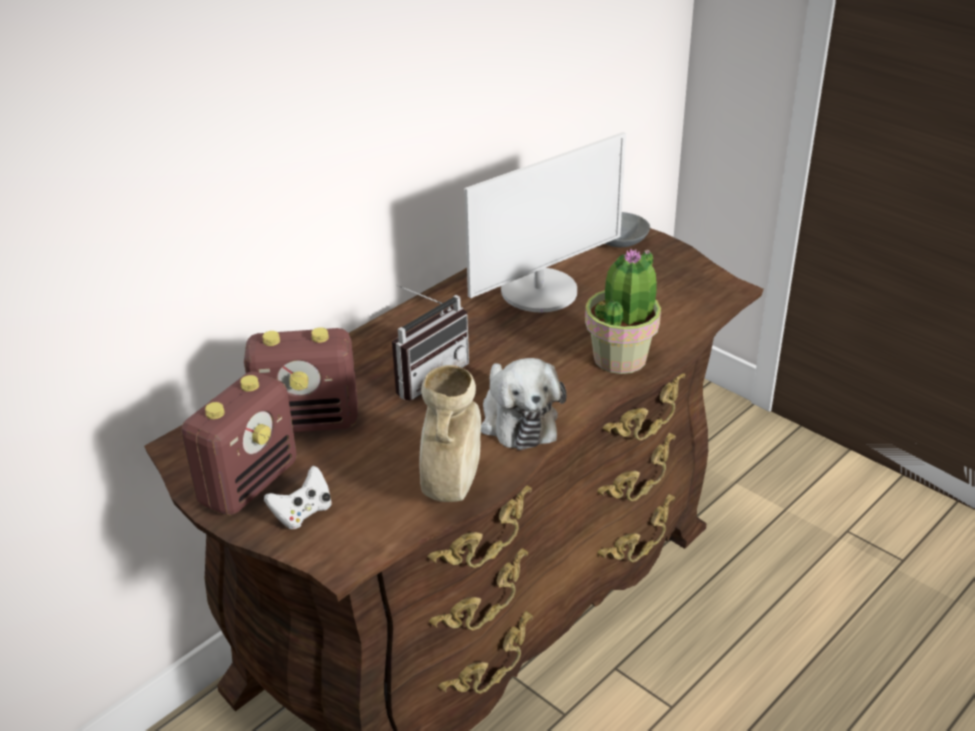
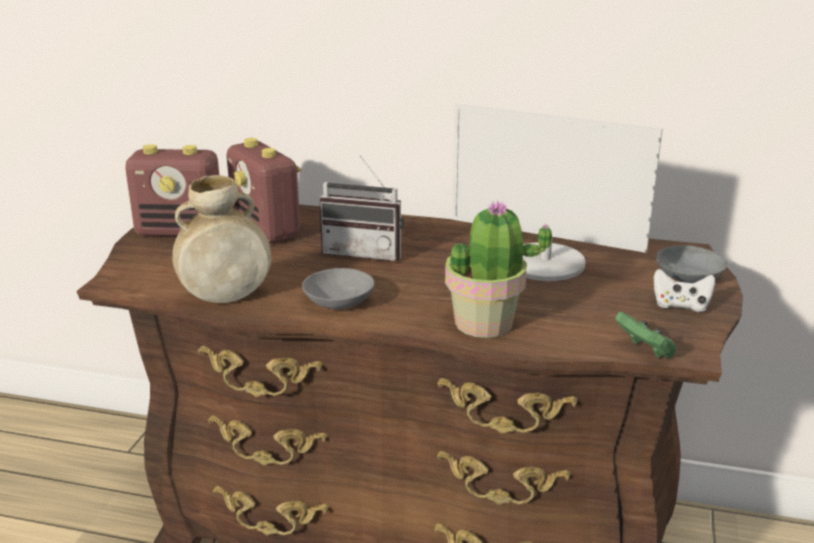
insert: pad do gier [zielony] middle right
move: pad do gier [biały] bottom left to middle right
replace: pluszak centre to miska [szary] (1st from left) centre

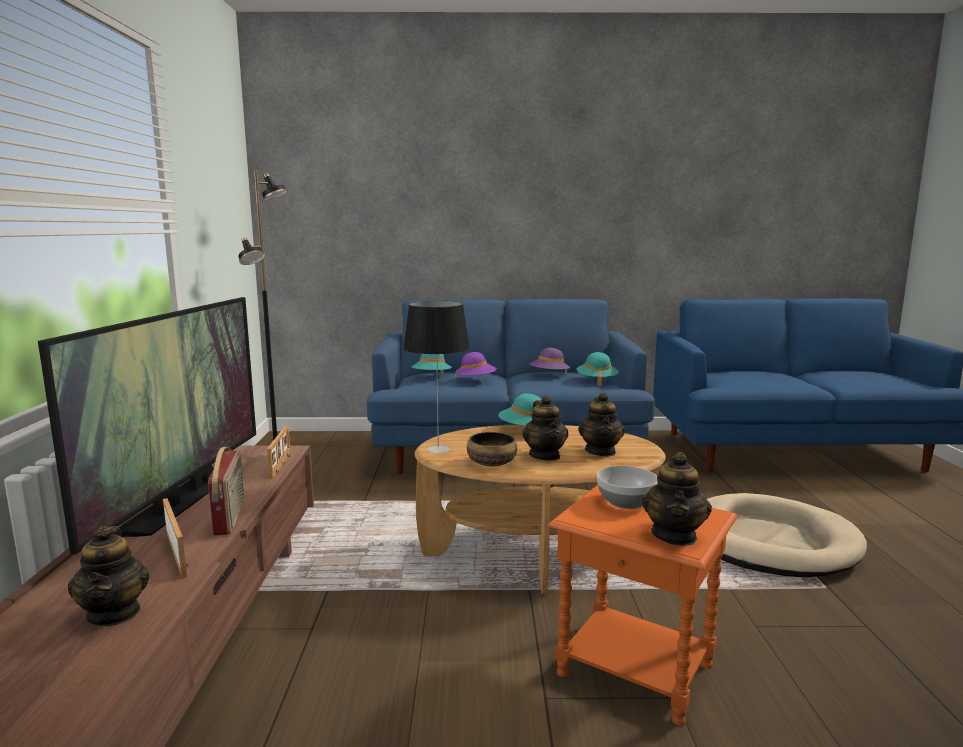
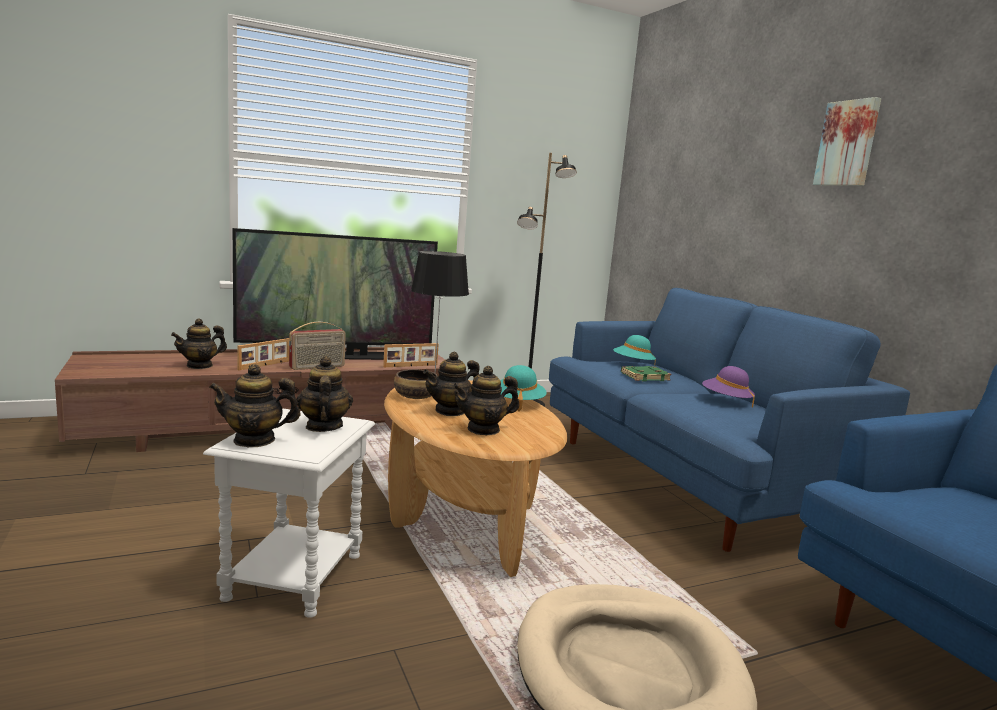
delete: kapelusz [turkusowy] (3rd from left) centre
insert: obraz top right
replace: kapelusz [fioletowy] (1st from left) centre to książka [zielony] centre; miska (2nd from left) centre to imbryk (3rd from left) middle left
recolor: stolik [pomarańczowy] bottom right to stolik [biały] bottom left

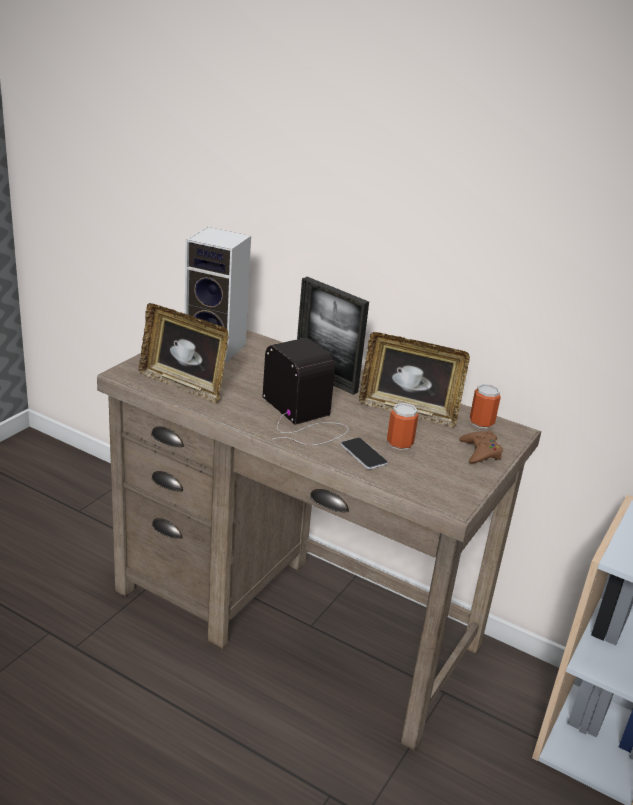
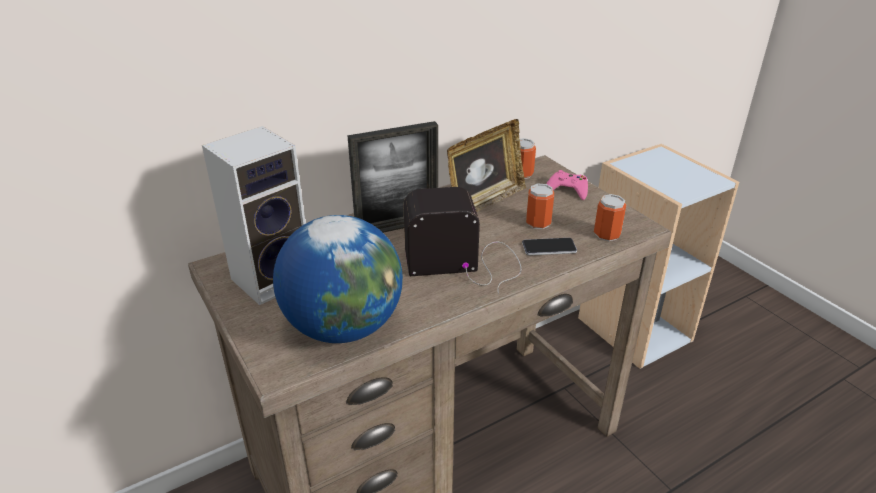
insert: puszka (3rd from left) middle right
replace: ramka na zdjęcie (1st from left) middle left to globus centre
recolor: pad do gier [brązowy] middle right to pad do gier [różowy] centre

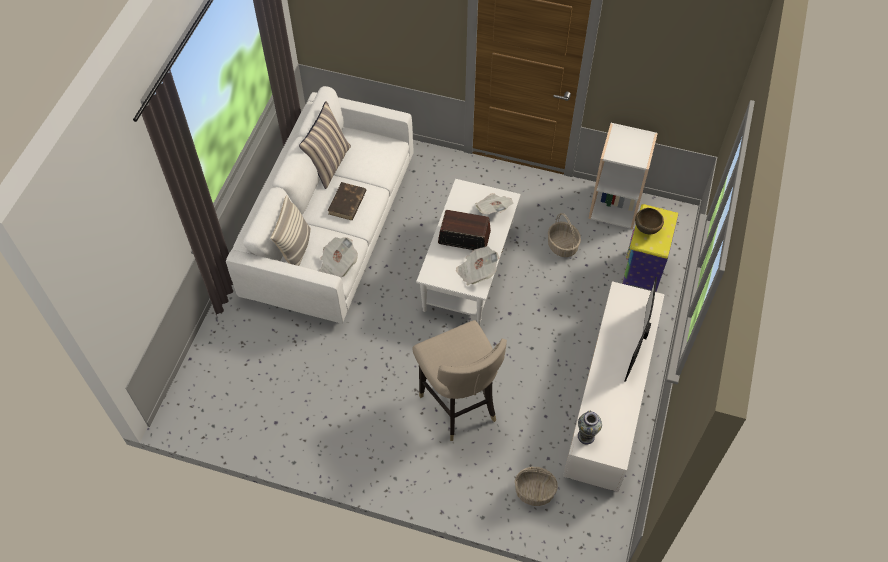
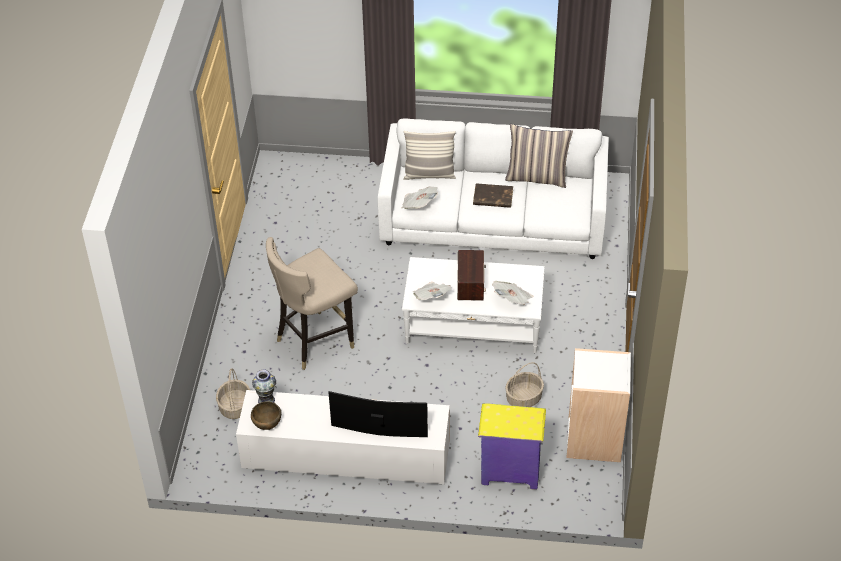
move: miska [brązowy] middle right to bottom left

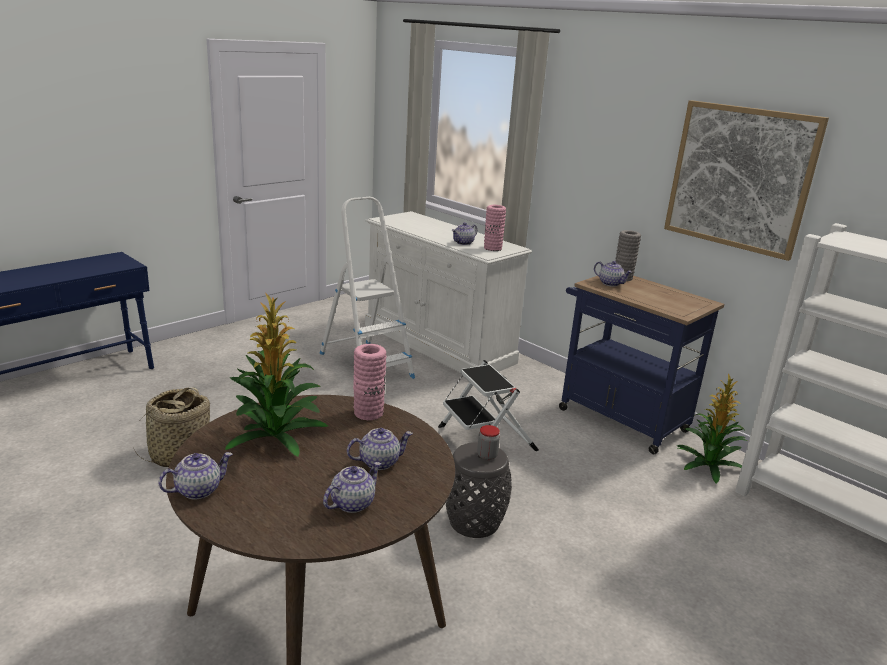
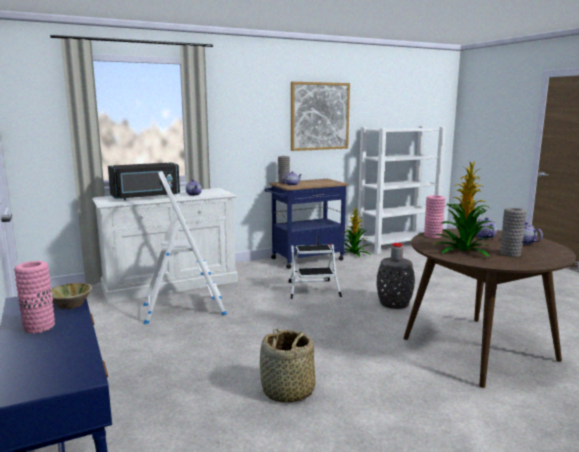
delete: imbryk (1st from left) bottom left
insert: miska [beżowy] middle left; mikrofalówka [czarny] middle left; wazon [szary] (2nd from left) middle right
move: wazon [różowy] (2nd from left in the first image) centre to wazon [różowy] (1st from left) middle left

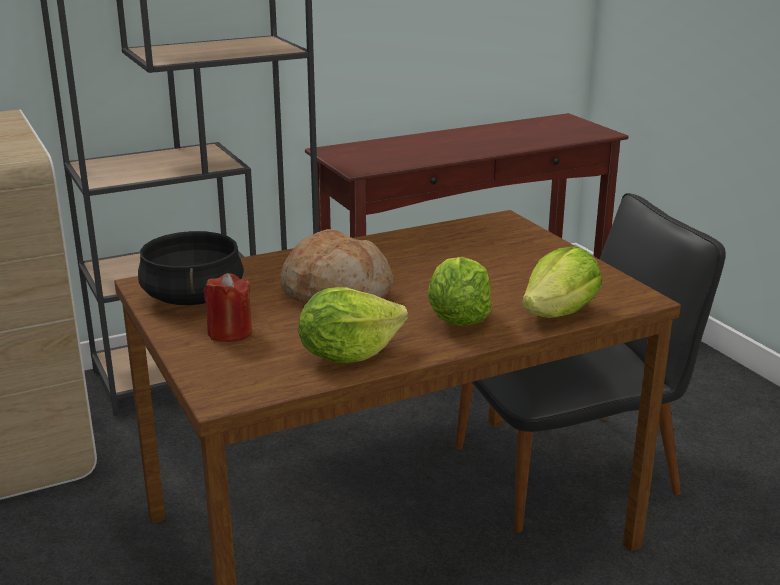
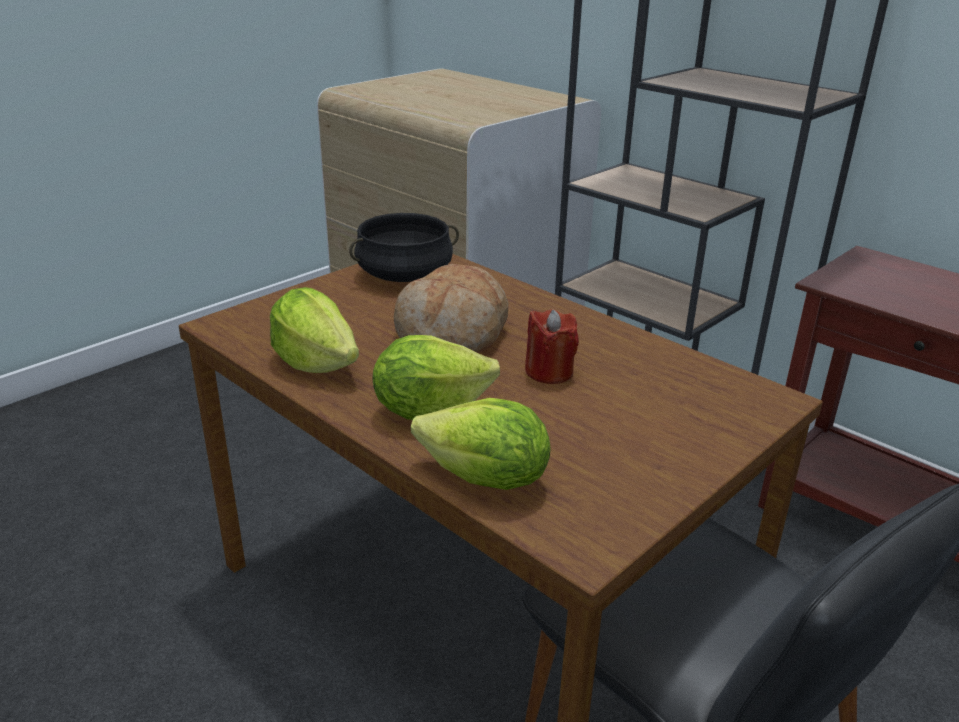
move: świeca [czerwony] middle left to centre

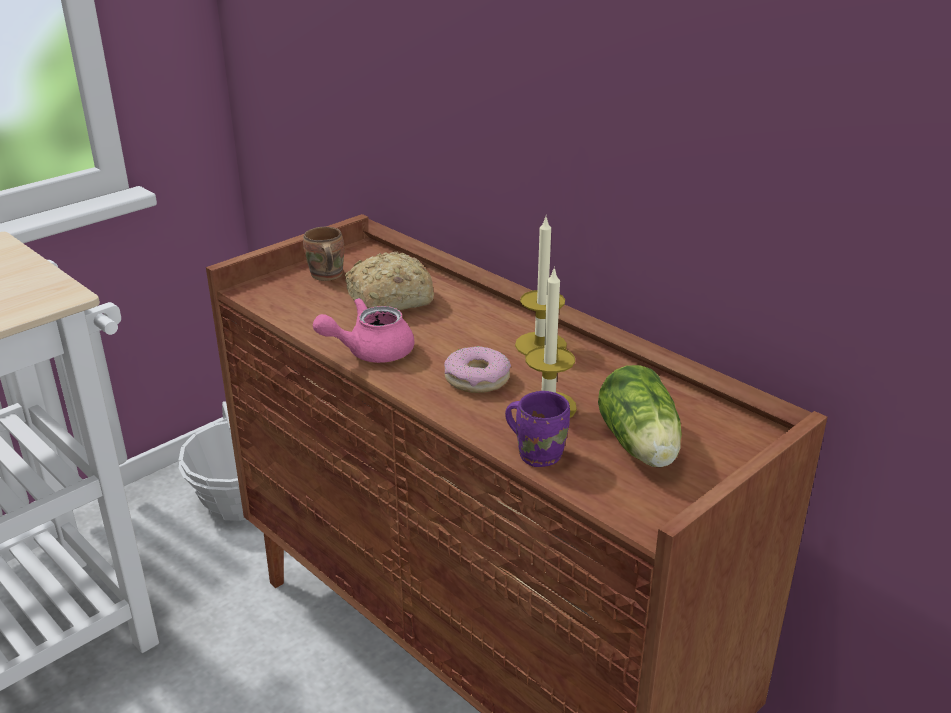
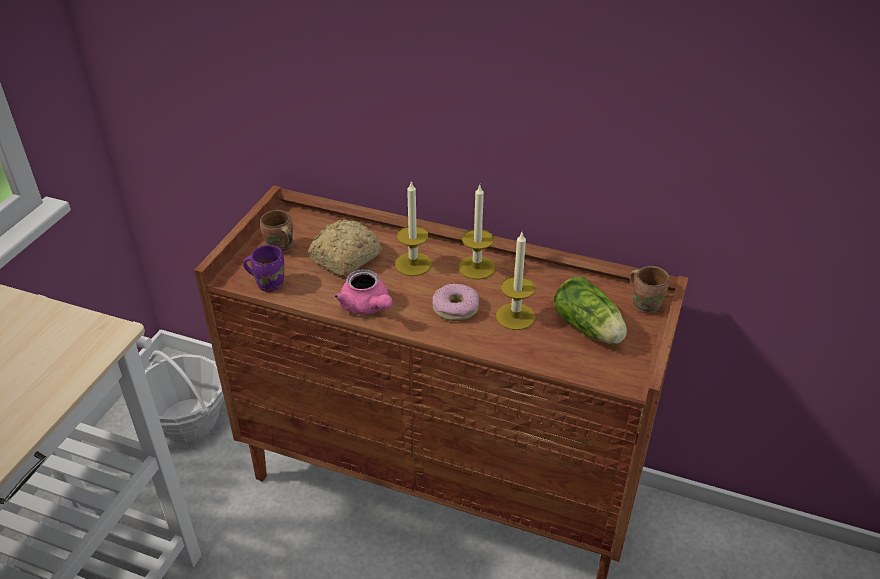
insert: świeca (1st from left) centre; kubek [brązowy] (2nd from left) middle right
move: kubek [fioletowy] centre to middle left
rotate: imbryk [różowy] centre = centre 75 degrees counterclockwise

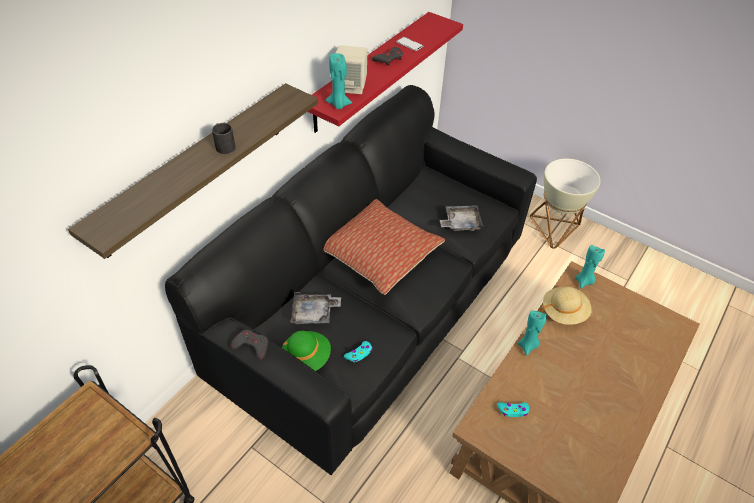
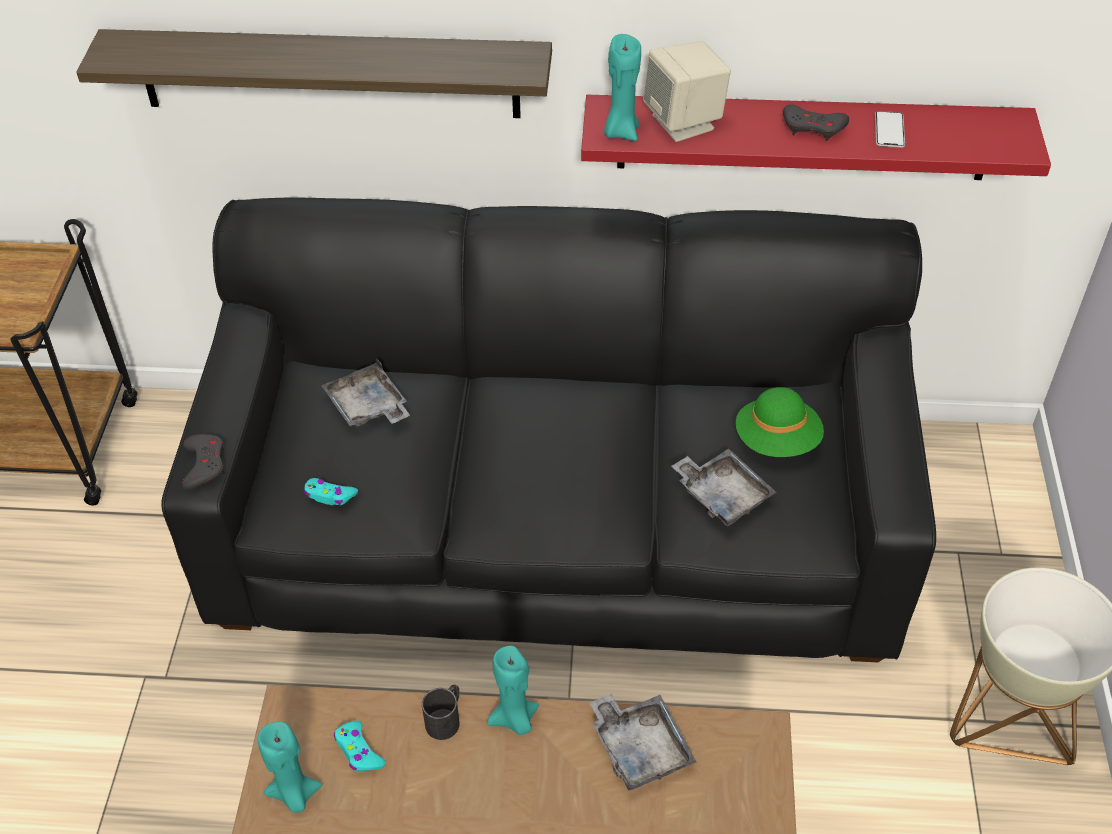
delete: poduszka centre
move: kubek [czarny] top left to bottom centre; pad do gier [szary] (1st from left) bottom left to middle left; kapelusz [zielony] bottom centre to middle right; świeca [turkusowy] (3rd from left in the first image) middle right to świeca [turkusowy] (1st from left) bottom left
replace: kapelusz [beżowy] middle right to taca [szary] (2nd from left) bottom centre

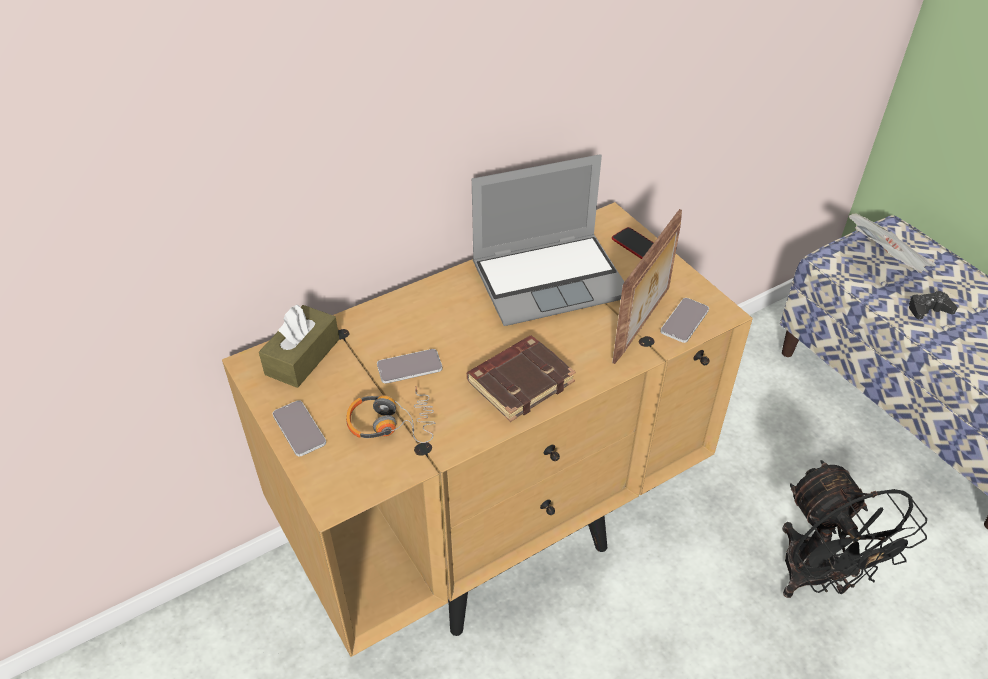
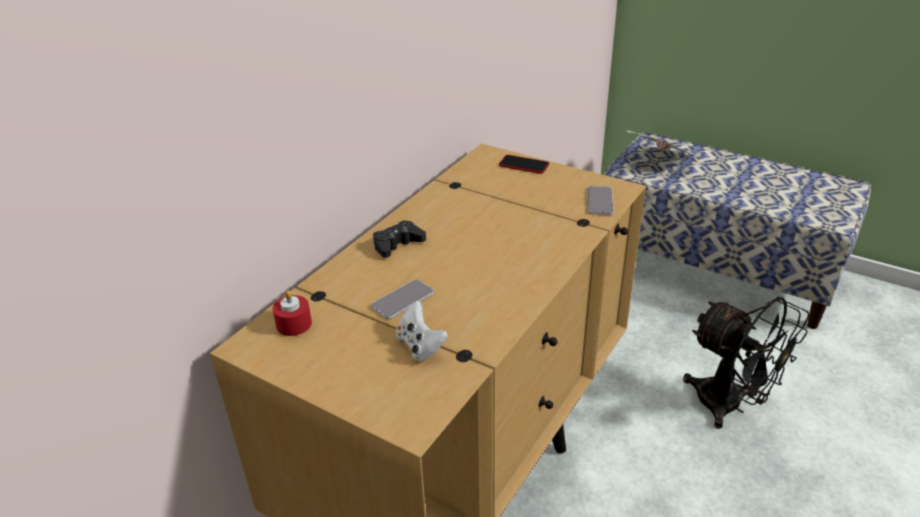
delete: telefon (1st from left) middle left; książka [brązowy] centre; laptop centre; ramka na zdjęcie centre
move: pad do gier [czarny] middle right to centre
replace: pudełko chusteczek [brązowy] middle left to świeca [czerwony] middle left; słuchawki centre to pad do gier [biały] centre

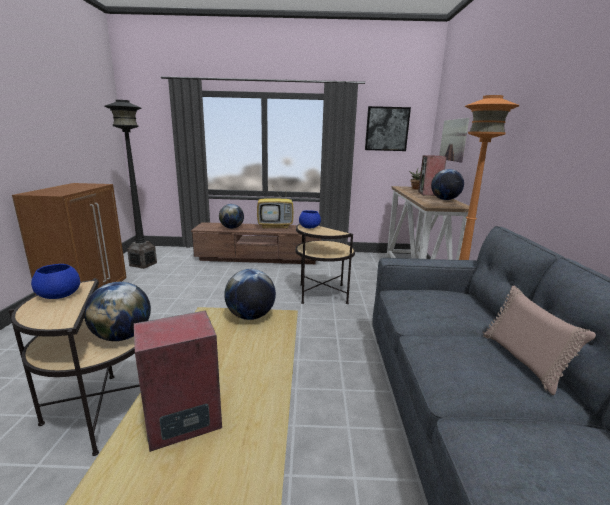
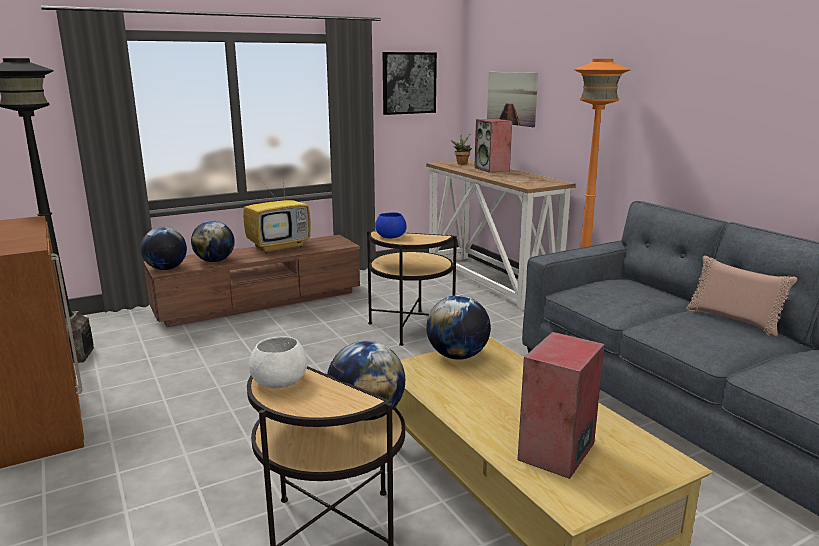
move: globus (4th from left in the first image) middle right to globus (1st from left) middle left
recolor: miska [niebieski] (1st from left) middle left to miska [biały] centre

